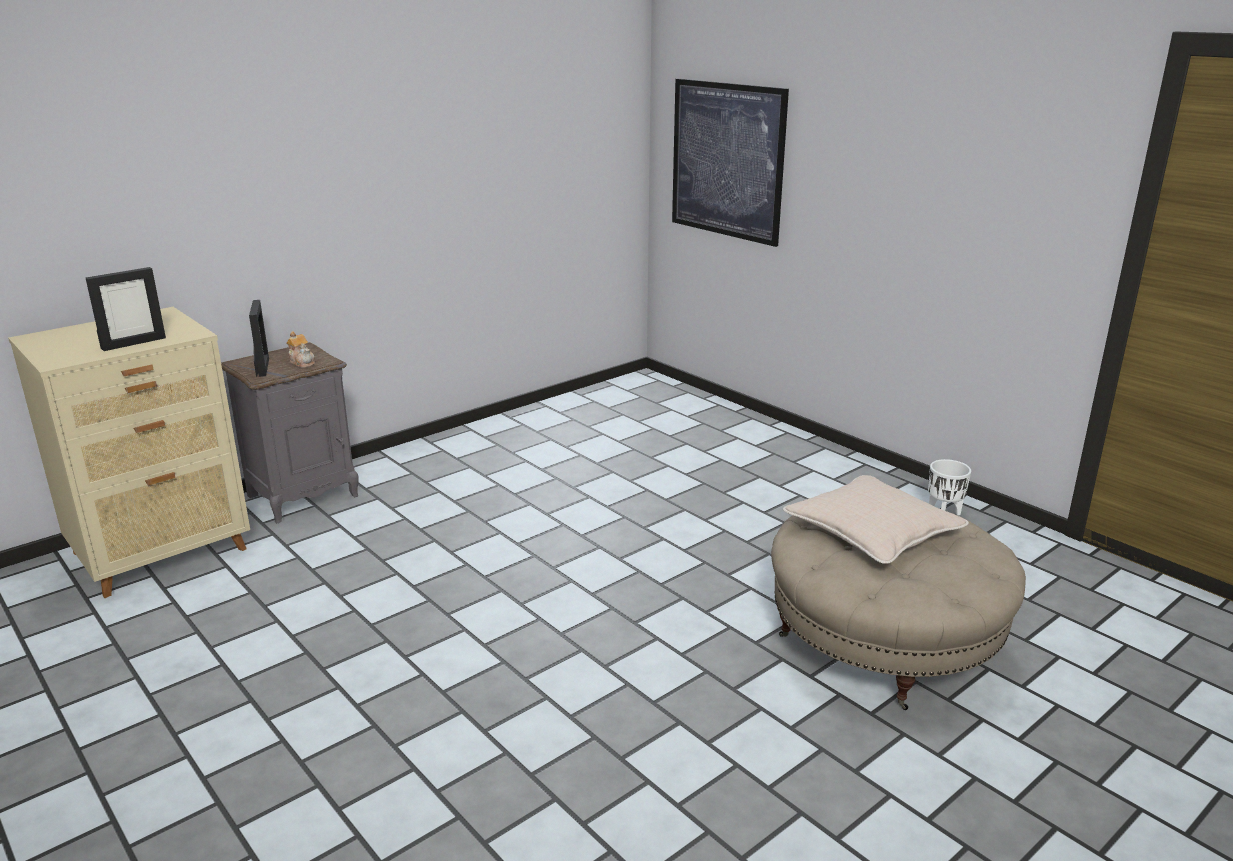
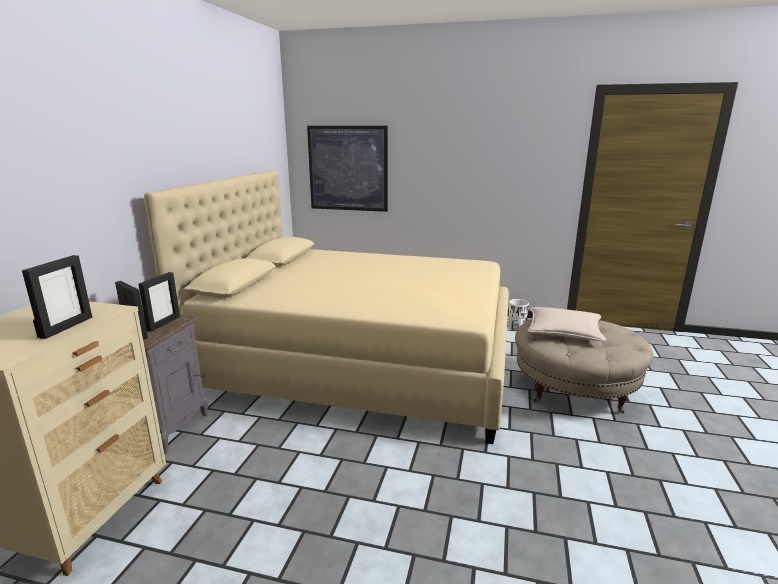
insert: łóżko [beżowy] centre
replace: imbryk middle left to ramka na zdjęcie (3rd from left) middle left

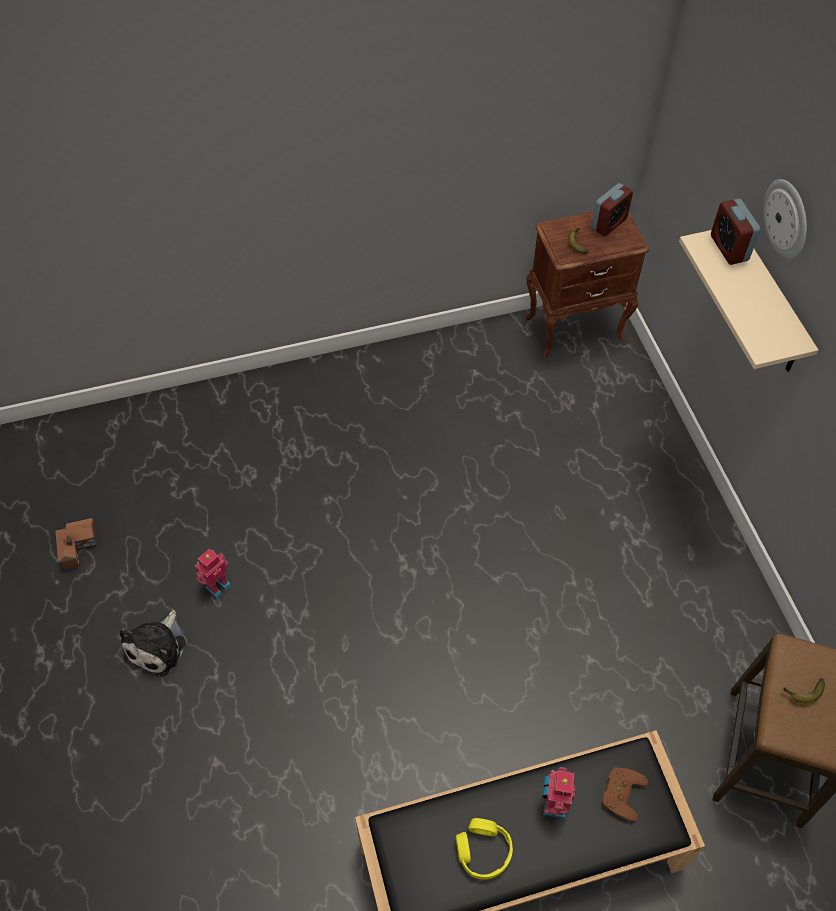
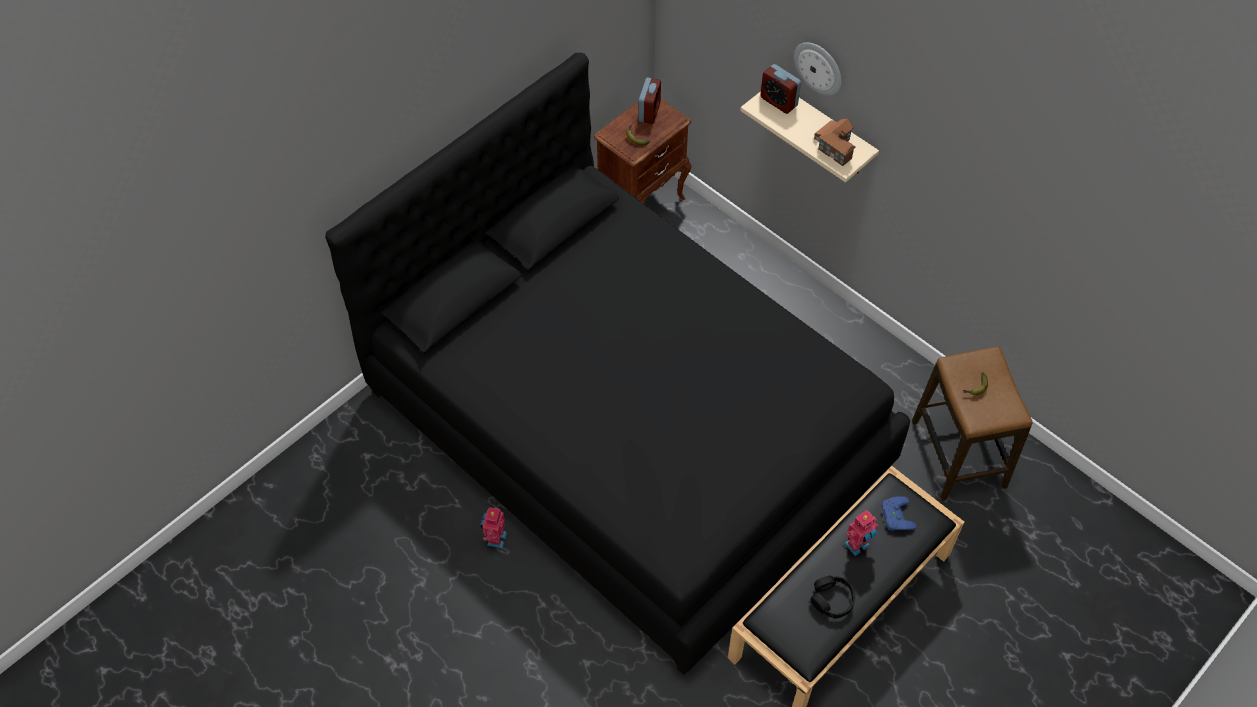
delete: pluszak bottom left
insert: łóżko [czarny] centre
move: domek middle left to top centre
recolor: słuchawki [żółty] bottom centre to słuchawki [czarny] bottom centre; pad do gier [brązowy] bottom right to pad do gier [niebieski] bottom right
rotate: robot zabawkowy (2nd from left) bottom right = bottom right 105 degrees counterclockwise

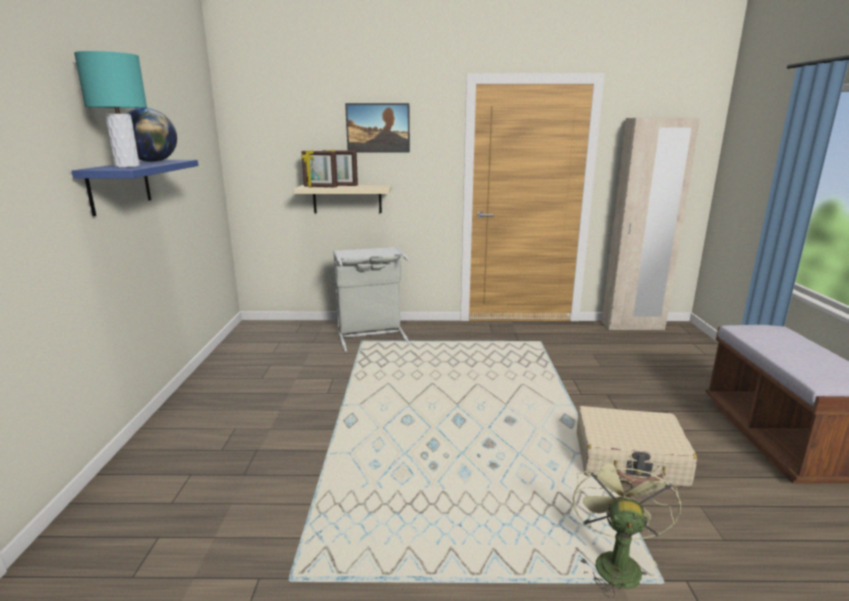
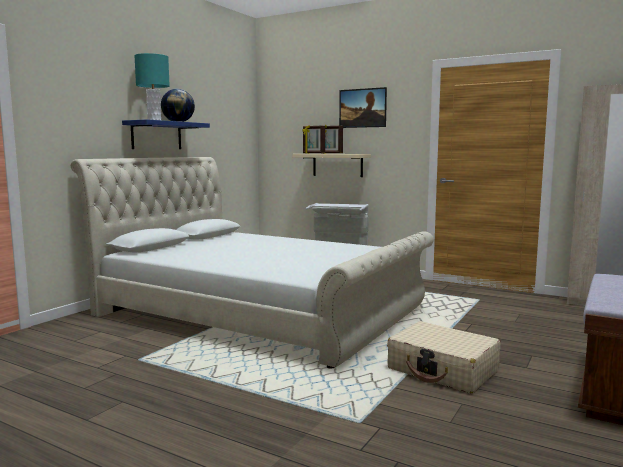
delete: wentylator [zielony] bottom right
insert: łóżko [beżowy] centre

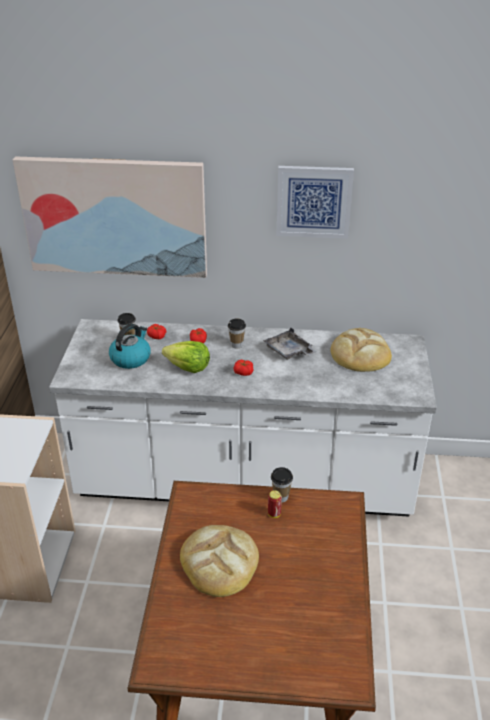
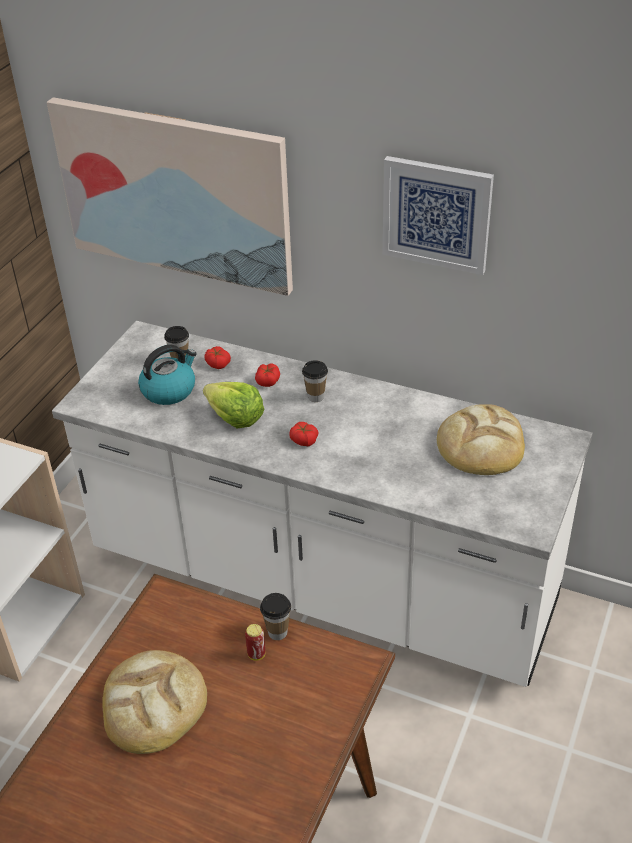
delete: taca [szary] centre

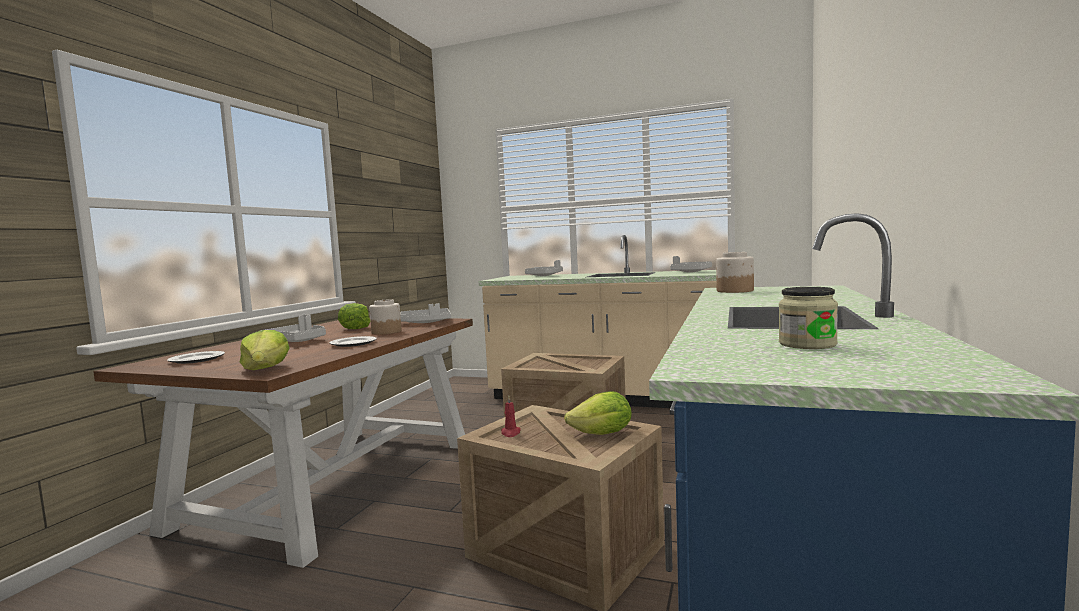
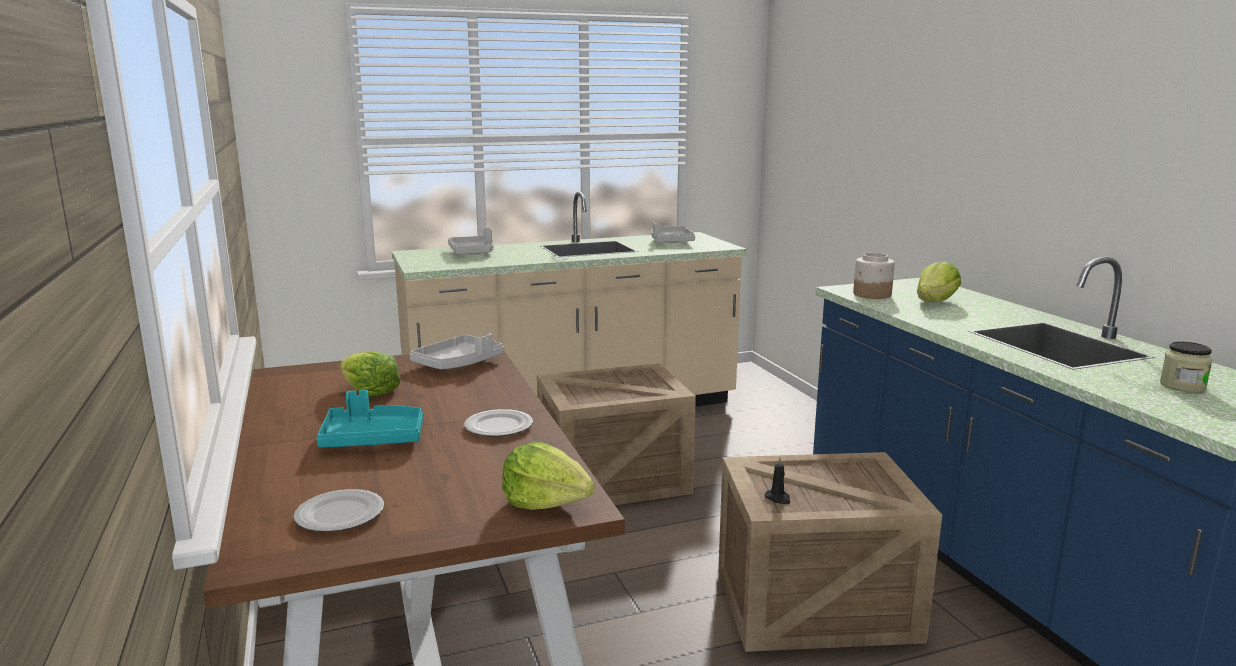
delete: słoik (1st from left) centre
move: sałata (3rd from left) bottom centre to middle right
recolor: taca [szary] (1st from left) middle left to taca [turkusowy] middle left; świeca [czerwony] bottom centre to świeca [czarny] bottom centre

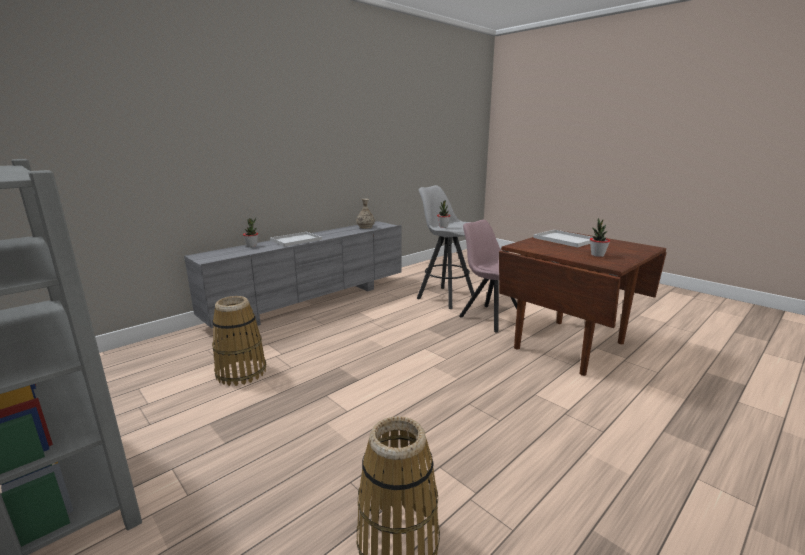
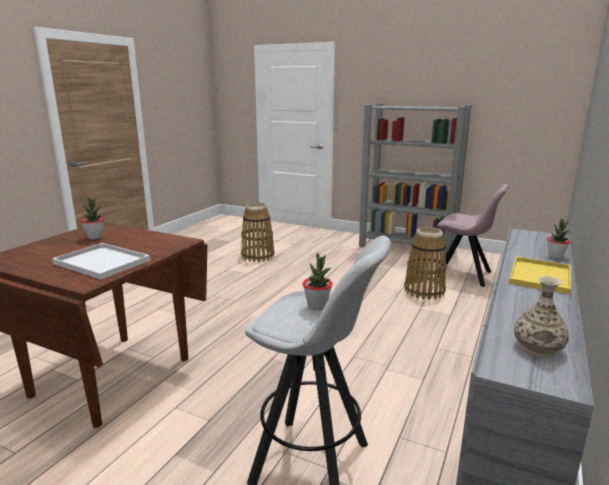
move: krzesło [różowy] centre to middle right
recolor: taca [biały] (1st from left) centre to taca [żółty] middle right

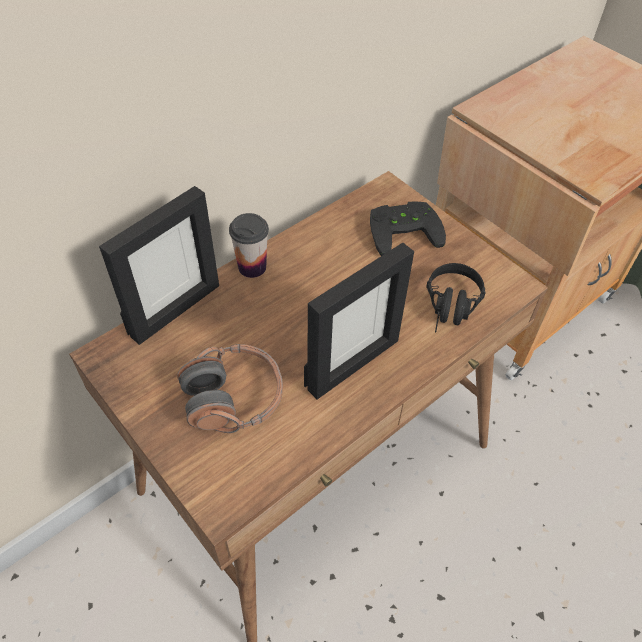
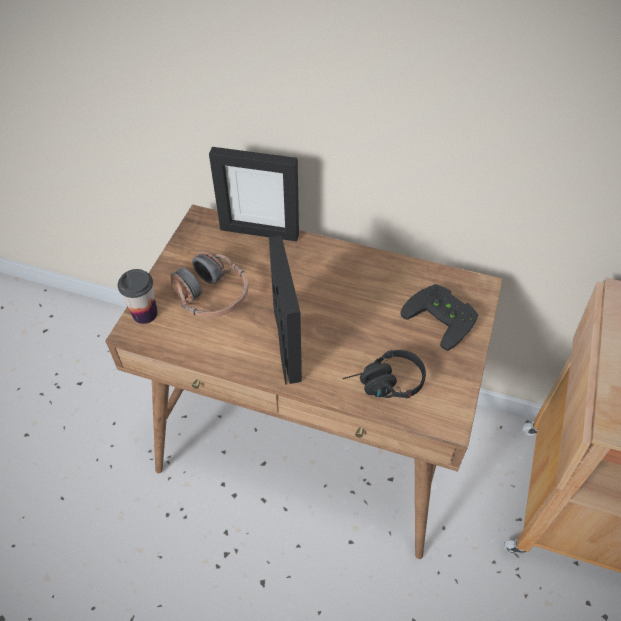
move: filiżanka centre to middle left
rotate: ramka na zdjęcie (2nd from left) centre = centre 120 degrees counterclockwise

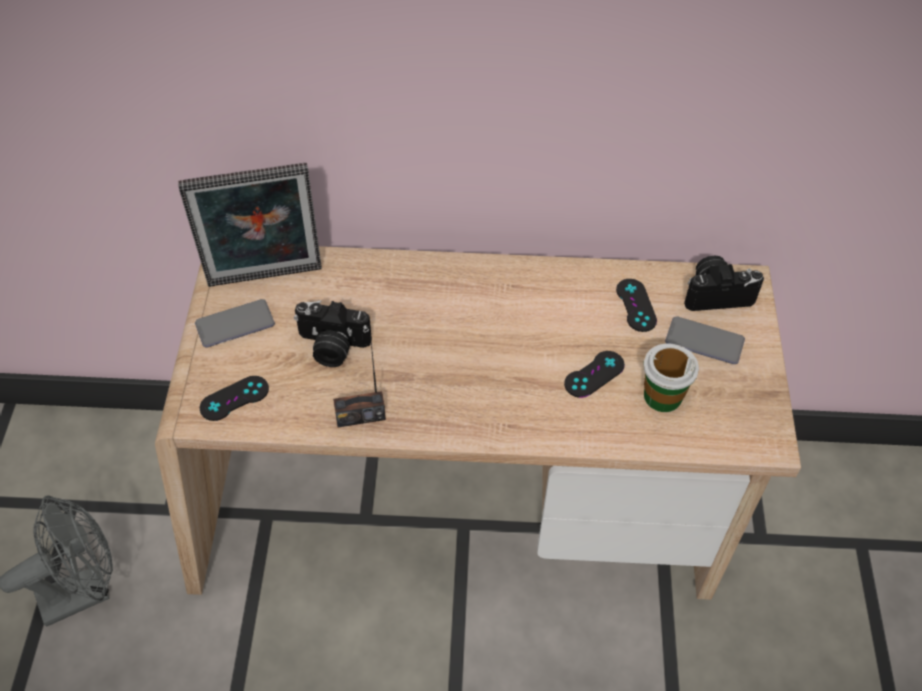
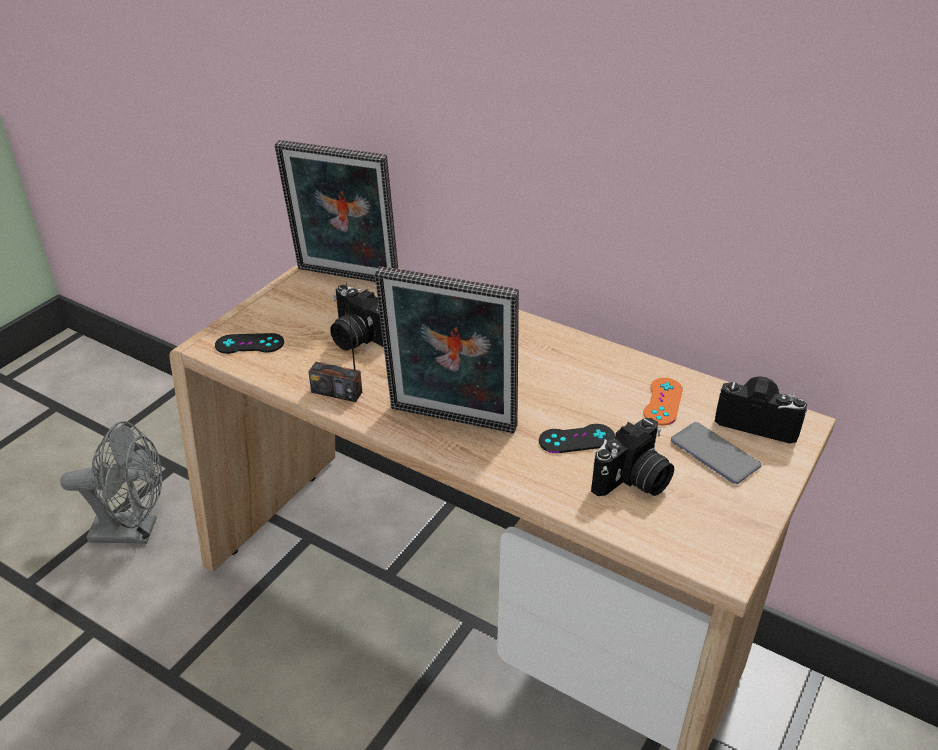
delete: telefon (1st from left) middle left
insert: ramka na zdjęcie (2nd from left) centre
replace: filiżanka middle right to aparat fotograficzny (2nd from left) middle right
recolor: pad do gier [czarny] (3rd from left) middle right to pad do gier [pomarańczowy] middle right

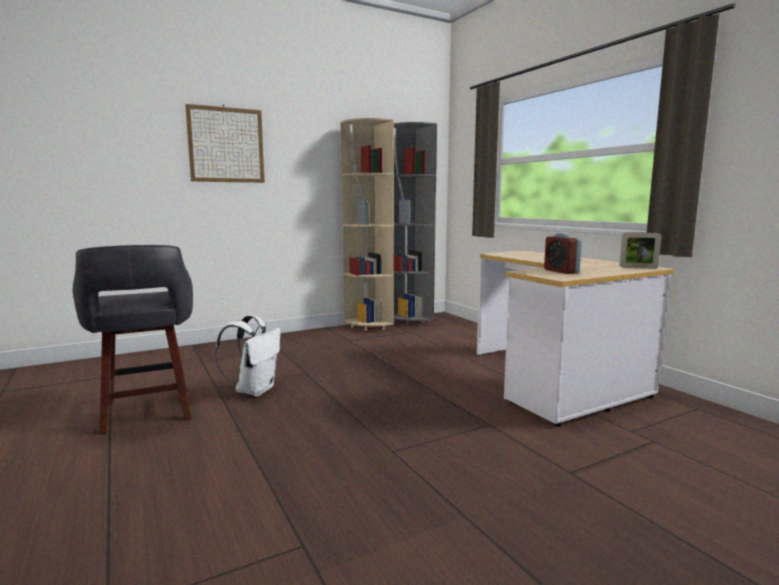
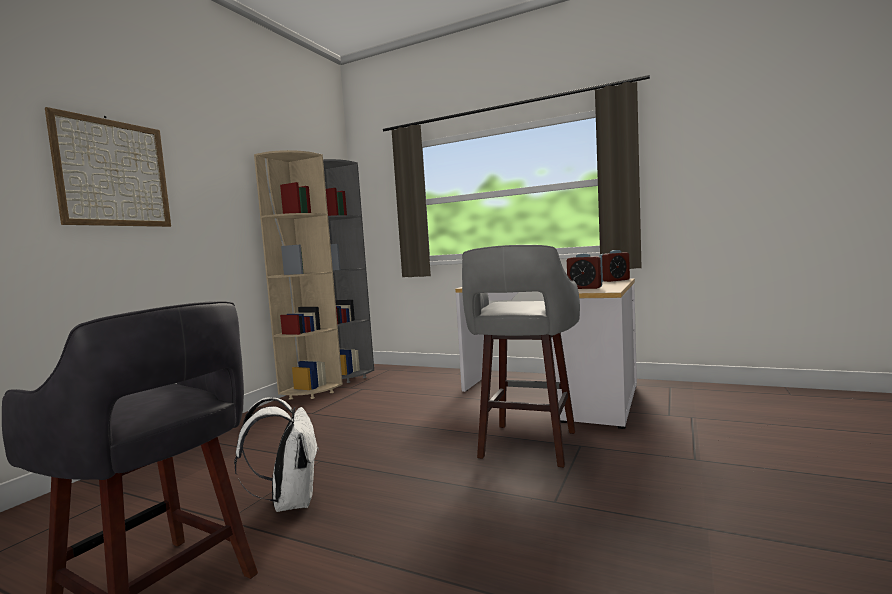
insert: stołek [szary] (2nd from left) centre
replace: ramka na zdjęcie middle right to budzik (2nd from left) middle right

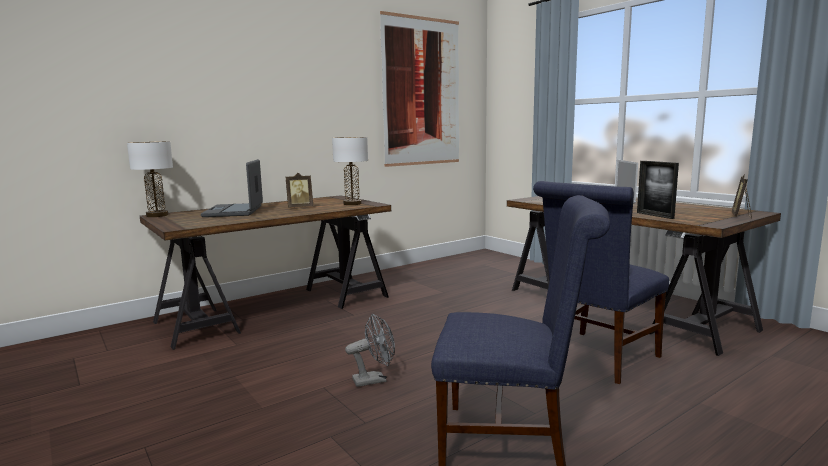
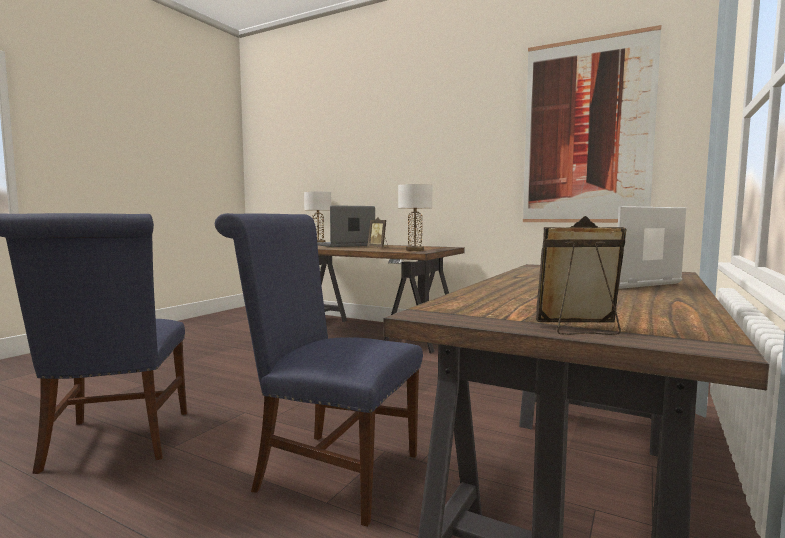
delete: wentylator [szary] bottom centre; ramka na zdjęcie (2nd from left) middle right

